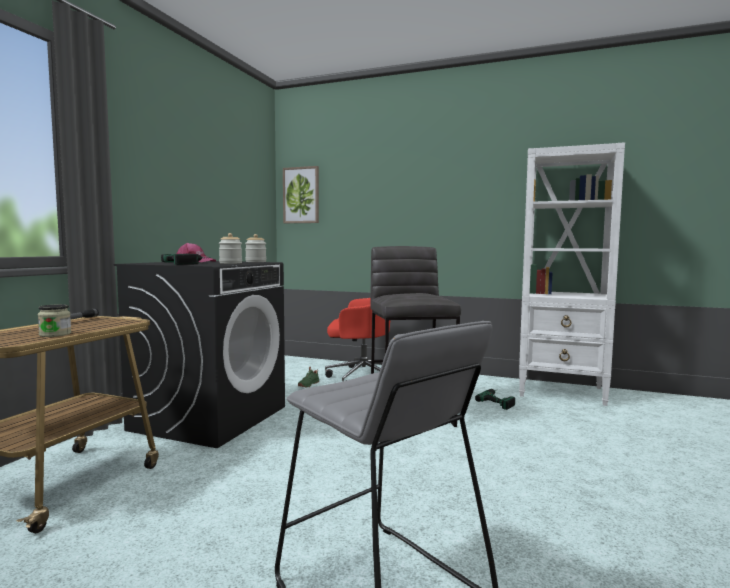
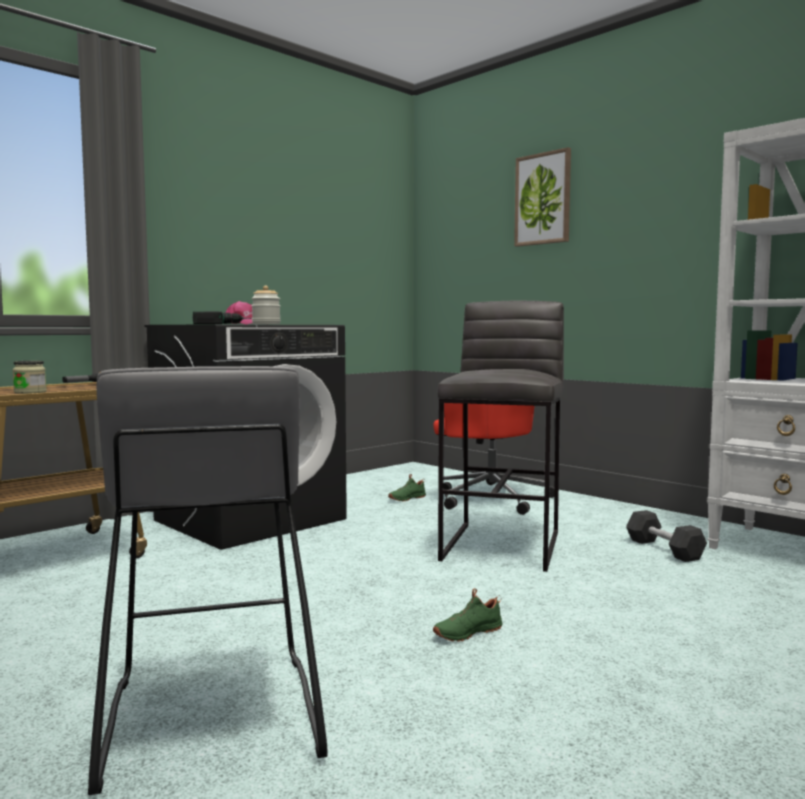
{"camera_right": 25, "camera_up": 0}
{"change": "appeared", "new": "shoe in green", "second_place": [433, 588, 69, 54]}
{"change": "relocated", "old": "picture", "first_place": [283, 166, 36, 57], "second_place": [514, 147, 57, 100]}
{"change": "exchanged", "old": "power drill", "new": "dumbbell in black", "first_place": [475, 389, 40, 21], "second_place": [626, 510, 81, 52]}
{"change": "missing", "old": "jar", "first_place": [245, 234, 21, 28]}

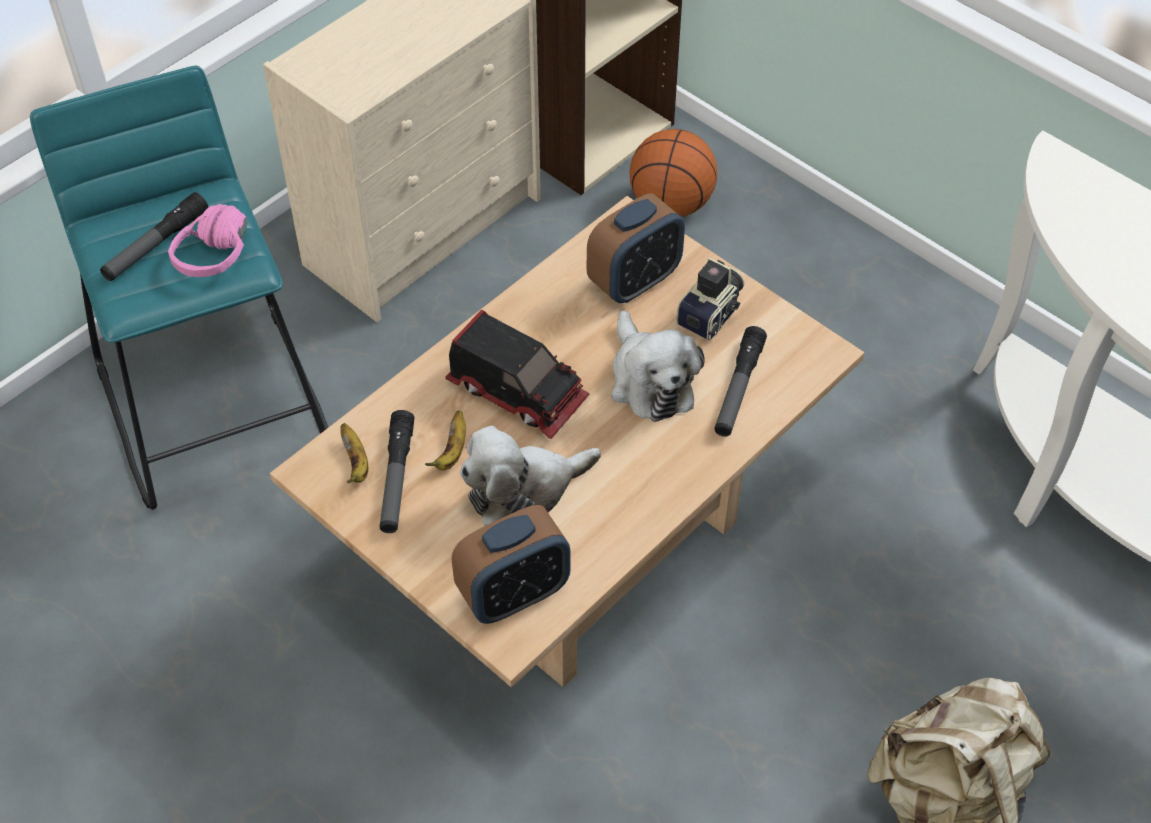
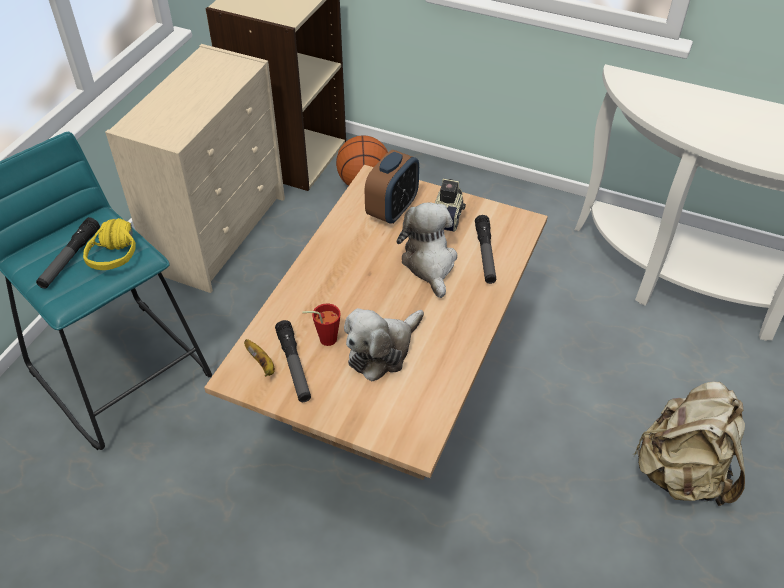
{"camera_right": -20, "camera_up": -5}
{"change": "colour", "old": "headphones in pink", "new": "headphones in yellow", "first_place": [168, 204, 79, 73], "second_place": [83, 218, 53, 52]}
{"change": "exchanged", "old": "banana", "new": "cup in red", "first_place": [425, 411, 41, 59], "second_place": [302, 303, 39, 43]}
{"change": "spun", "old": "plush toy", "first_place": [611, 310, 94, 112], "second_place": [397, 202, 60, 96], "degrees": -150}
{"change": "missing", "old": "toy truck", "first_place": [445, 309, 145, 130]}
{"change": "missing", "old": "alarm clock", "first_place": [452, 505, 119, 119]}

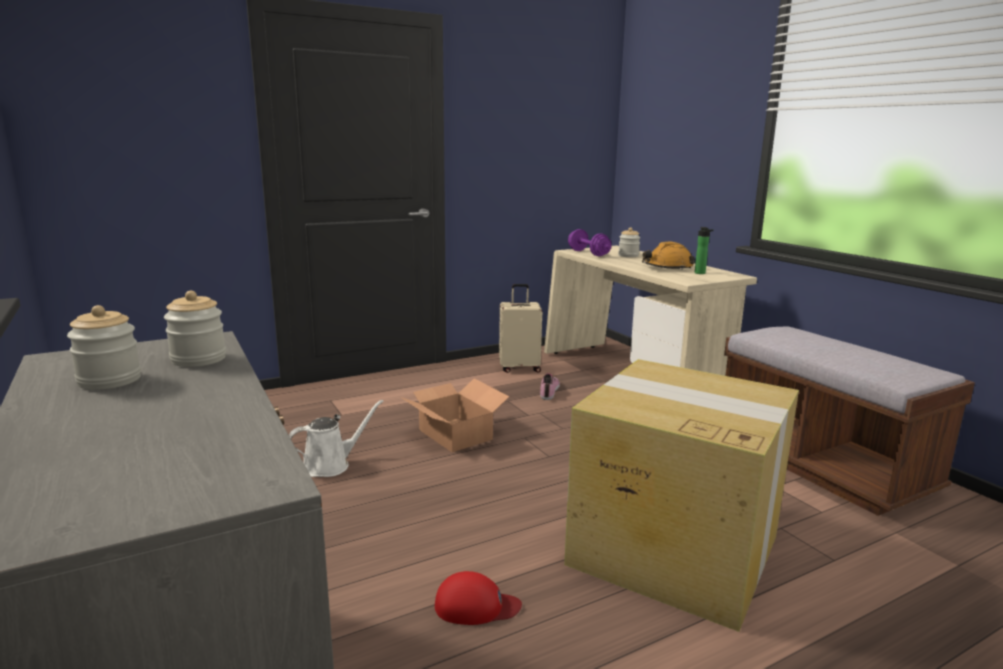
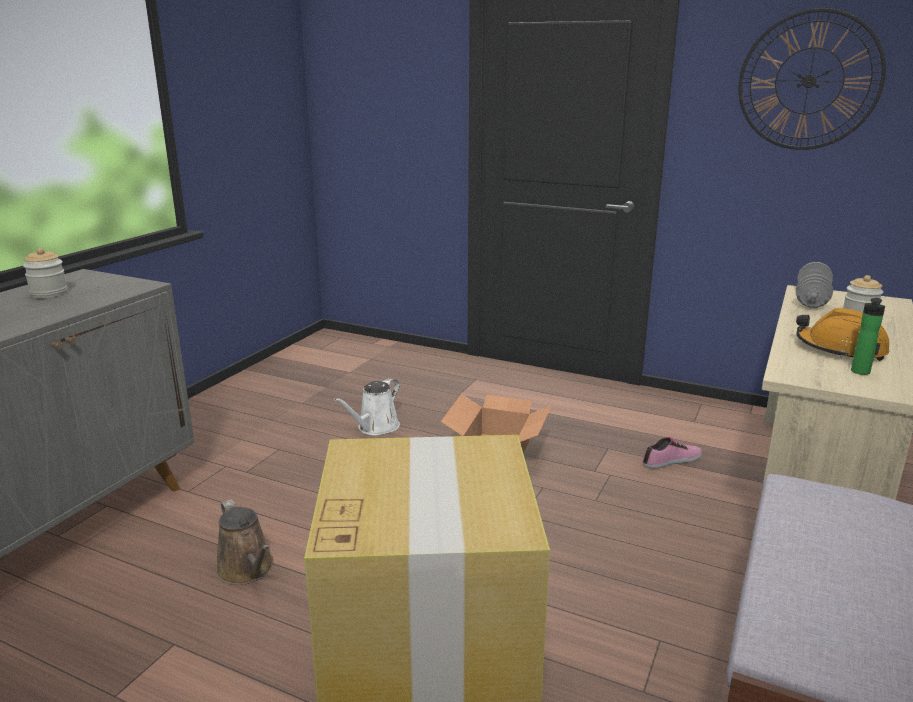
{"camera_right": 55, "camera_up": 5}
{"change": "exchanged", "old": "cap in red", "new": "watering can in brown", "first_place": [435, 571, 87, 54], "second_place": [216, 499, 57, 86]}
{"change": "spun", "old": "watering can in white", "first_place": [289, 400, 95, 77], "second_place": [334, 378, 66, 57], "degrees": 105}
{"change": "appeared", "new": "wall clock", "second_place": [738, 8, 148, 142]}
{"change": "colour", "old": "dumbbell in purple", "new": "dumbbell in grey", "first_place": [568, 229, 44, 27], "second_place": [796, 262, 37, 46]}
{"change": "missing", "old": "jar", "first_place": [164, 291, 62, 76]}
{"change": "missing", "old": "suitcase in beige", "first_place": [499, 284, 43, 89]}

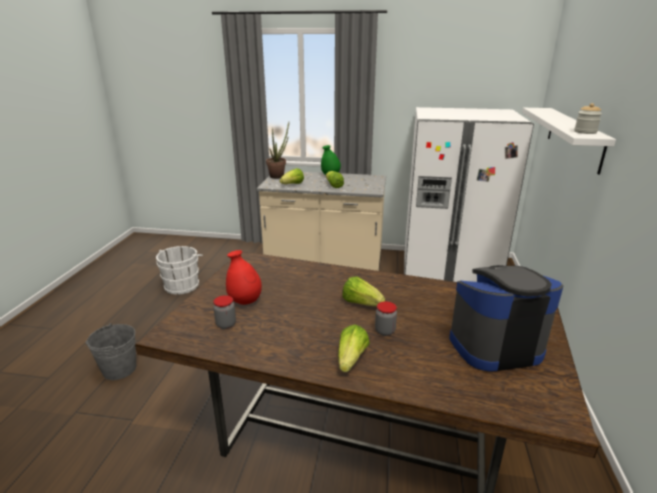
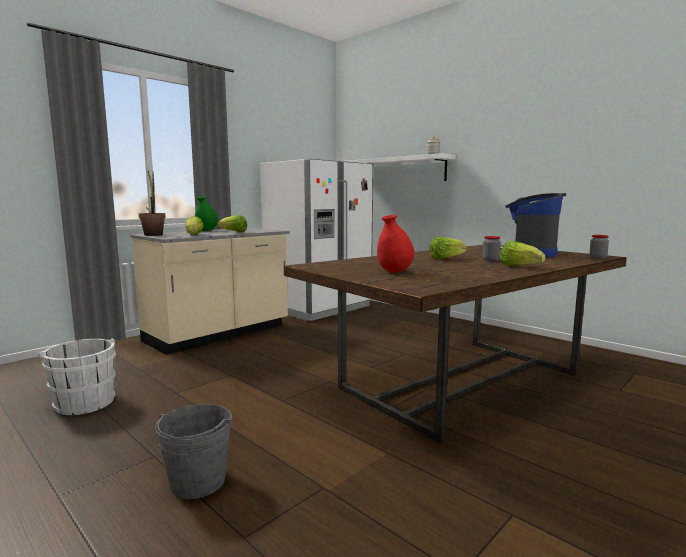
{"camera_right": -55, "camera_up": -15}
{"change": "relocated", "old": "jar", "first_place": [213, 295, 23, 34], "second_place": [589, 235, 20, 24]}

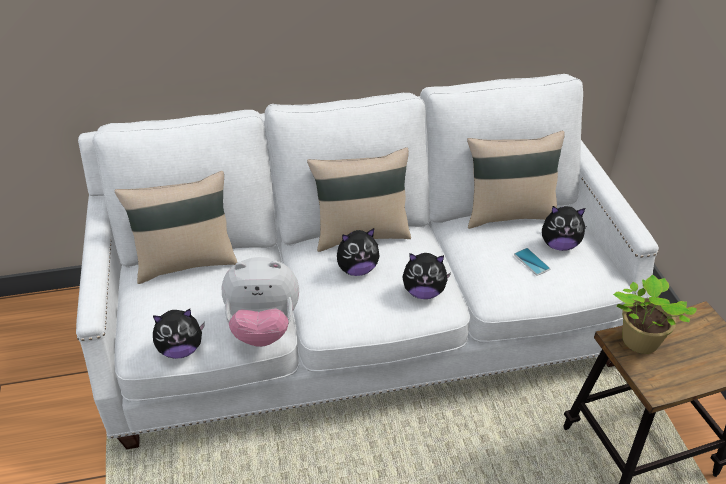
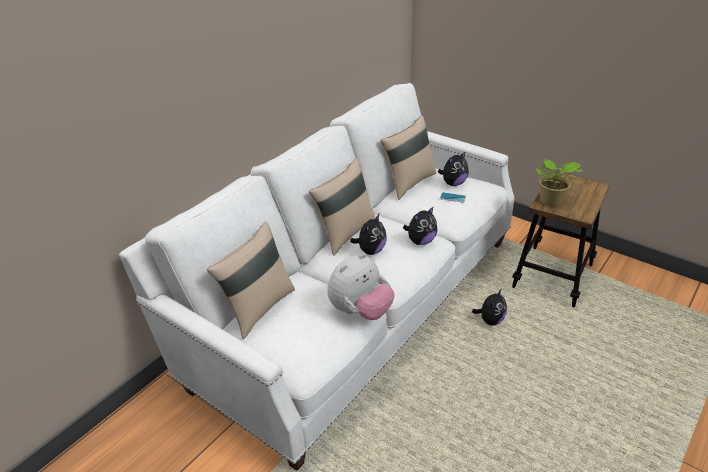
{"camera_right": -40, "camera_up": -5}
{"change": "relocated", "old": "plush toy", "first_place": [153, 309, 52, 50], "second_place": [472, 288, 35, 37]}

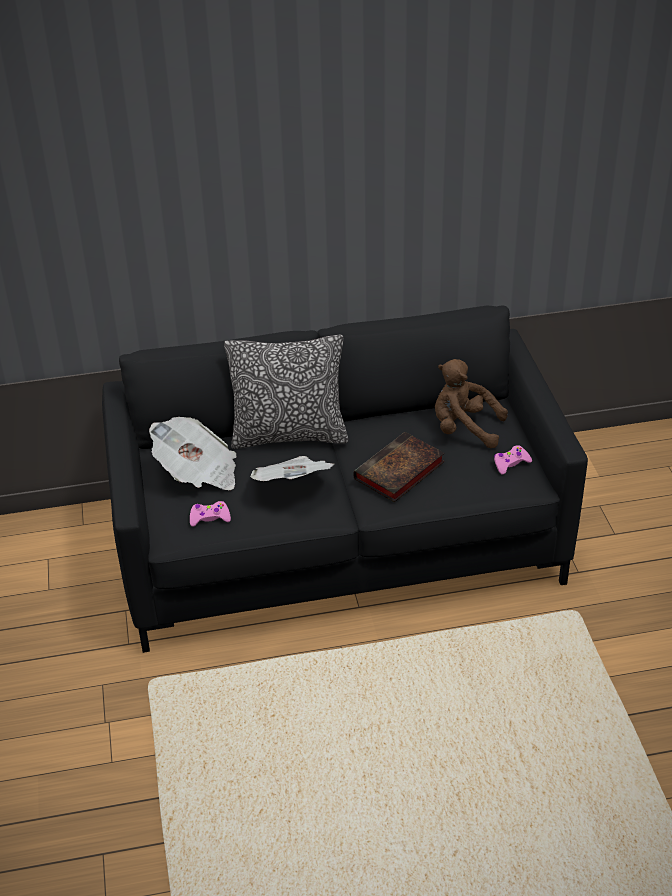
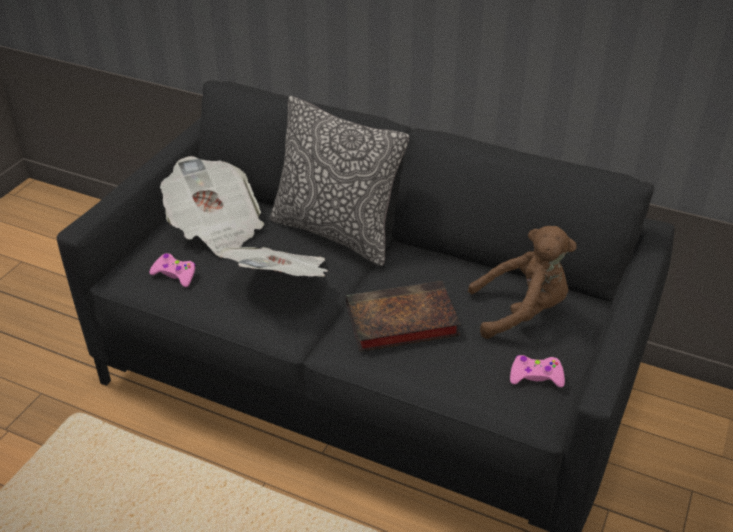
{"camera_right": 35, "camera_up": 0}
{"change": "spun", "old": "plush toy in brown", "first_place": [435, 359, 73, 89], "second_place": [468, 226, 109, 113], "degrees": 120}

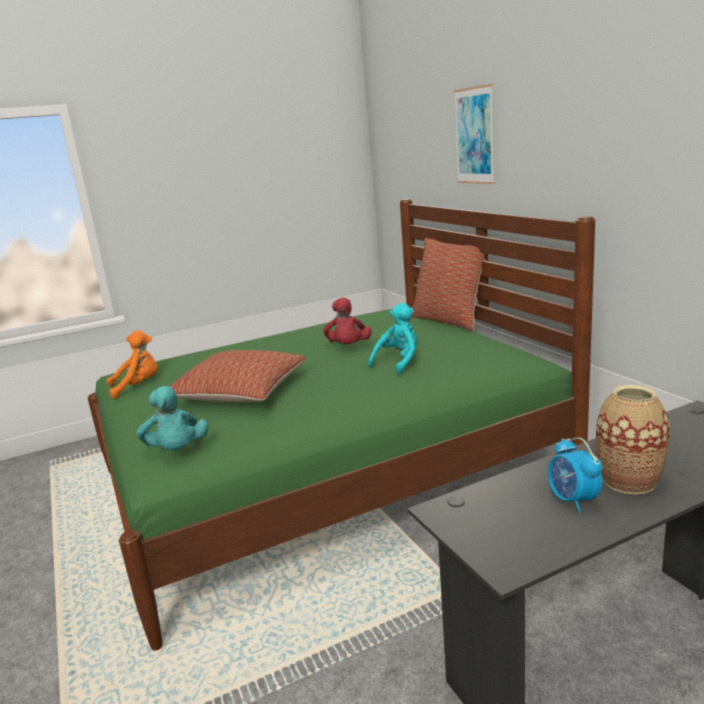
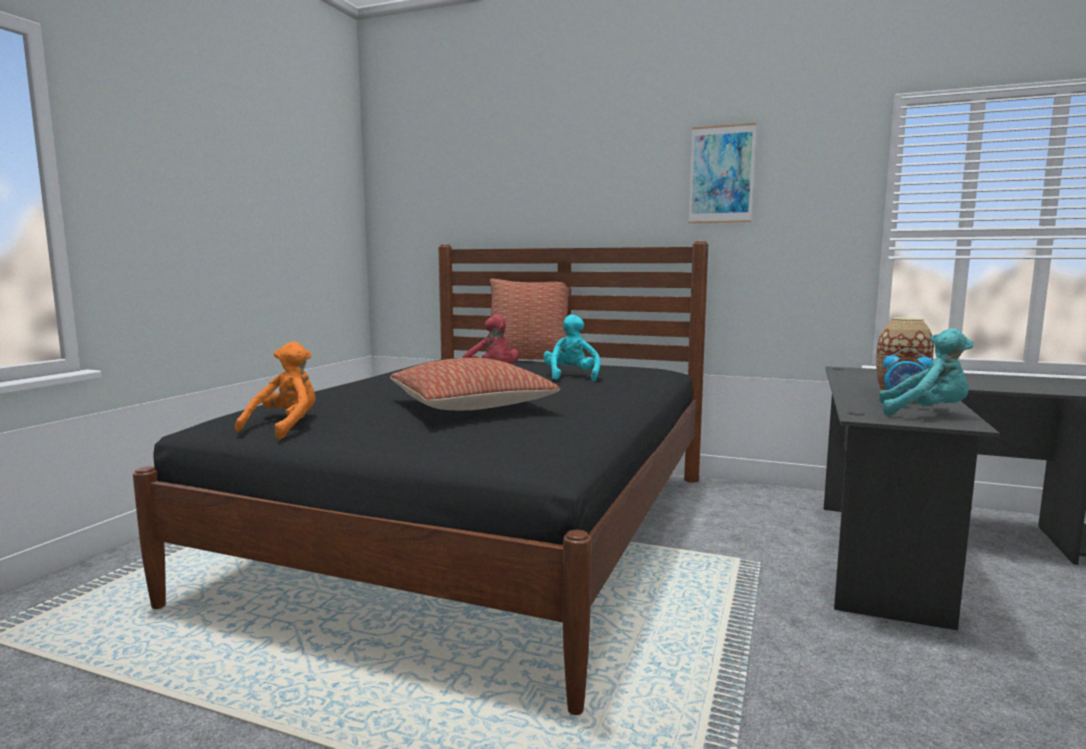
{"camera_right": -45, "camera_up": -10}
{"change": "colour", "old": "bed in green", "new": "bed in black", "first_place": [88, 199, 507, 452], "second_place": [133, 241, 575, 474]}
{"change": "relocated", "old": "picture", "first_place": [454, 84, 40, 100], "second_place": [688, 123, 68, 101]}
{"change": "relocated", "old": "plush toy in turquoise", "first_place": [136, 386, 73, 64], "second_place": [879, 328, 95, 88]}

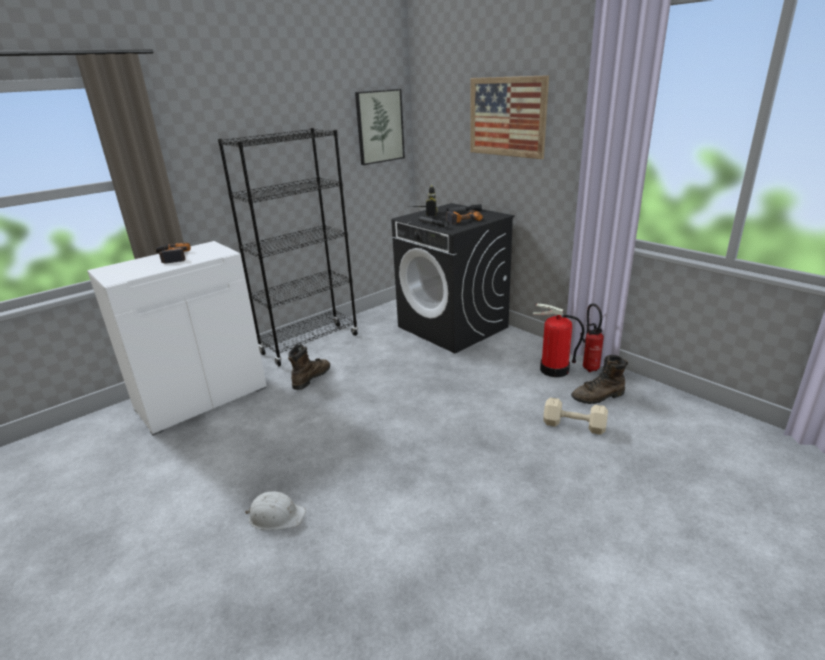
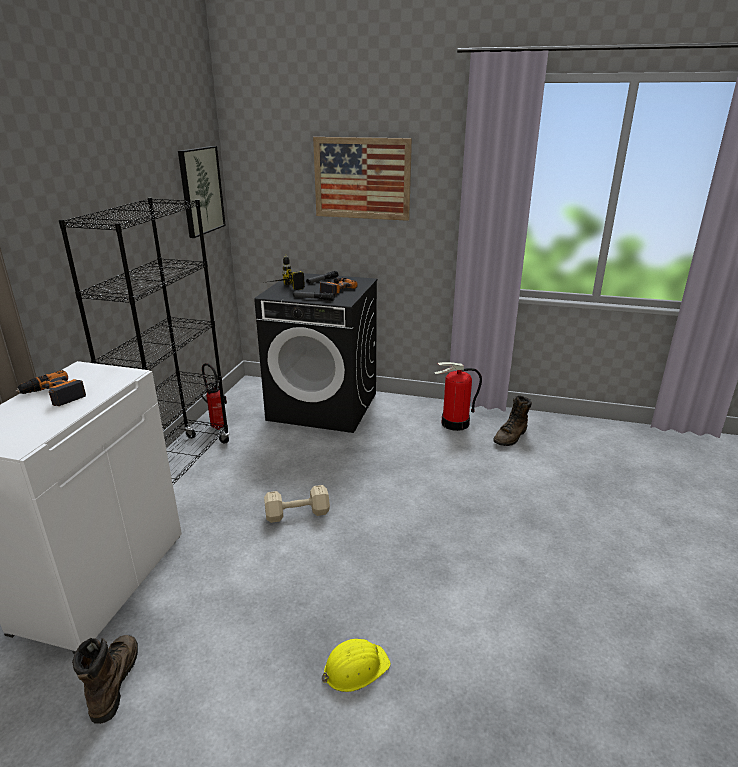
{"camera_right": -35, "camera_up": 0}
{"change": "relocated", "old": "boot in brown", "first_place": [288, 344, 42, 46], "second_place": [72, 635, 66, 89]}
{"change": "relocated", "old": "fire extinguisher", "first_place": [581, 303, 23, 69], "second_place": [201, 363, 26, 67]}
{"change": "relocated", "old": "dumbbell in beige", "first_place": [543, 397, 65, 38], "second_place": [264, 485, 66, 38]}
{"change": "colour", "old": "hard hat in white", "new": "hard hat in yellow", "first_place": [245, 491, 61, 39], "second_place": [322, 639, 69, 53]}

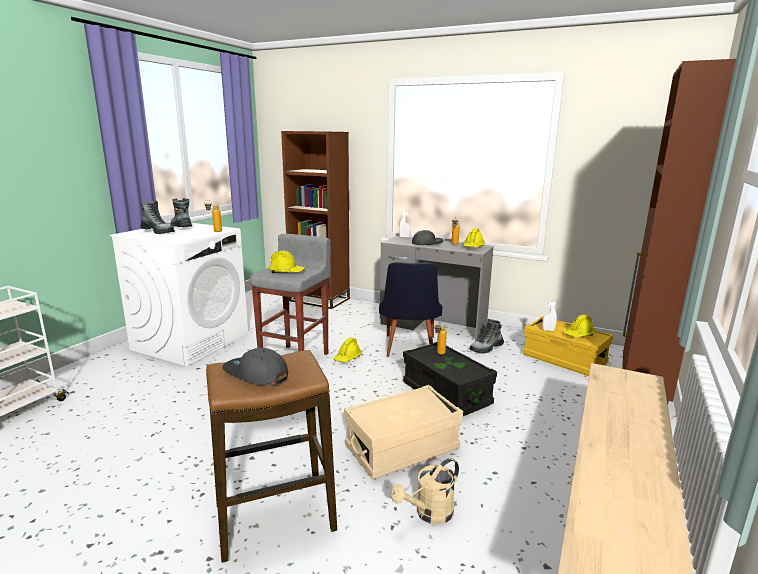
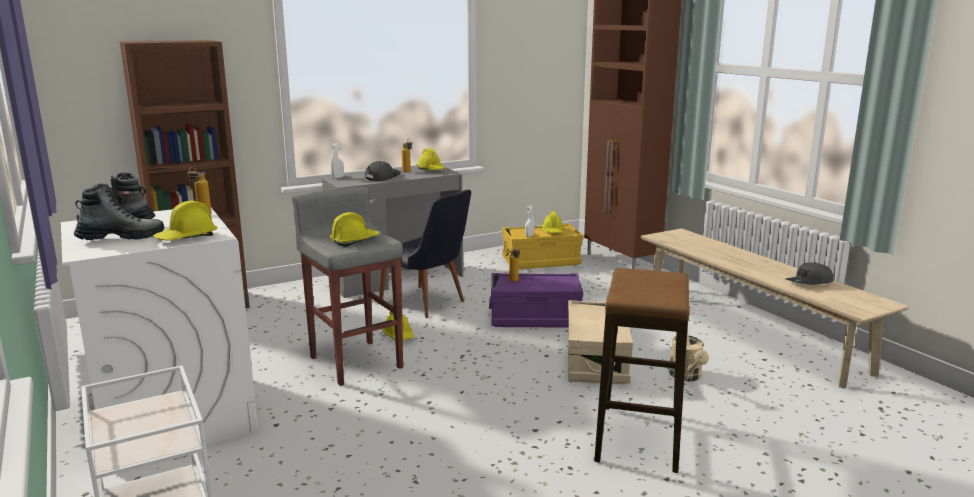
{"camera_right": -55, "camera_up": 0}
{"change": "appeared", "new": "hard hat in yellow", "second_place": [153, 201, 64, 40]}
{"change": "colour", "old": "storage box in black", "new": "storage box in purple", "first_place": [403, 342, 94, 74], "second_place": [489, 273, 94, 55]}
{"change": "relocated", "old": "cap in grey", "first_place": [223, 348, 65, 37], "second_place": [786, 262, 47, 23]}
{"change": "missing", "old": "boot", "first_place": [470, 319, 34, 34]}

